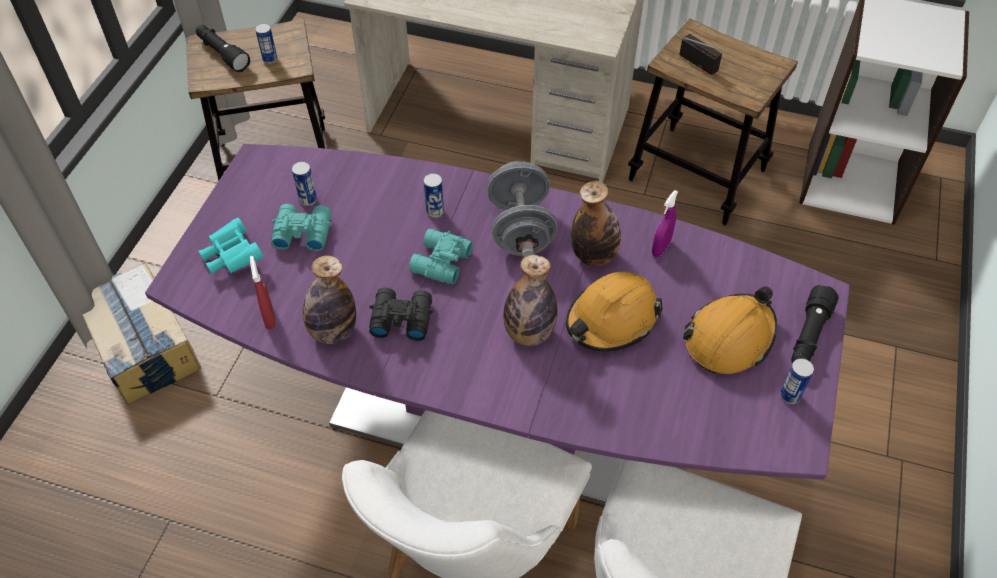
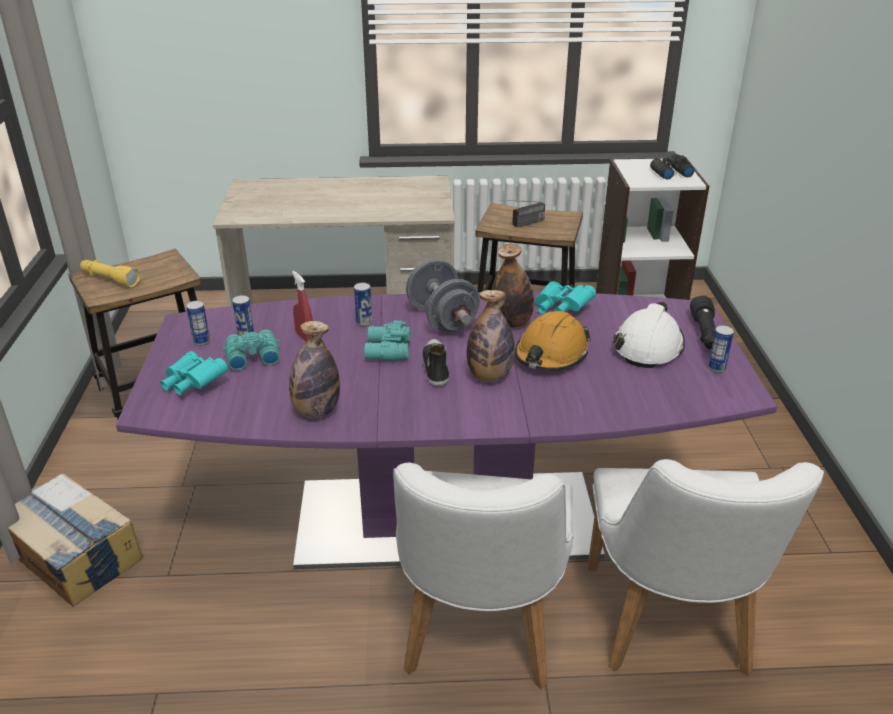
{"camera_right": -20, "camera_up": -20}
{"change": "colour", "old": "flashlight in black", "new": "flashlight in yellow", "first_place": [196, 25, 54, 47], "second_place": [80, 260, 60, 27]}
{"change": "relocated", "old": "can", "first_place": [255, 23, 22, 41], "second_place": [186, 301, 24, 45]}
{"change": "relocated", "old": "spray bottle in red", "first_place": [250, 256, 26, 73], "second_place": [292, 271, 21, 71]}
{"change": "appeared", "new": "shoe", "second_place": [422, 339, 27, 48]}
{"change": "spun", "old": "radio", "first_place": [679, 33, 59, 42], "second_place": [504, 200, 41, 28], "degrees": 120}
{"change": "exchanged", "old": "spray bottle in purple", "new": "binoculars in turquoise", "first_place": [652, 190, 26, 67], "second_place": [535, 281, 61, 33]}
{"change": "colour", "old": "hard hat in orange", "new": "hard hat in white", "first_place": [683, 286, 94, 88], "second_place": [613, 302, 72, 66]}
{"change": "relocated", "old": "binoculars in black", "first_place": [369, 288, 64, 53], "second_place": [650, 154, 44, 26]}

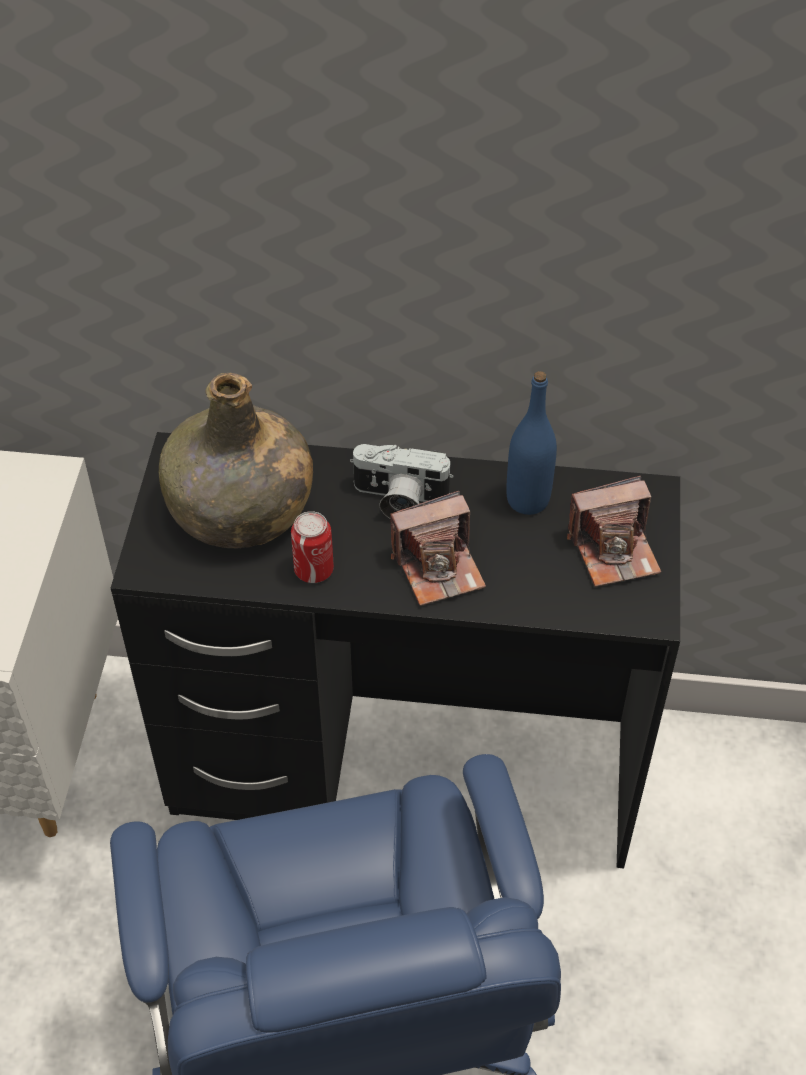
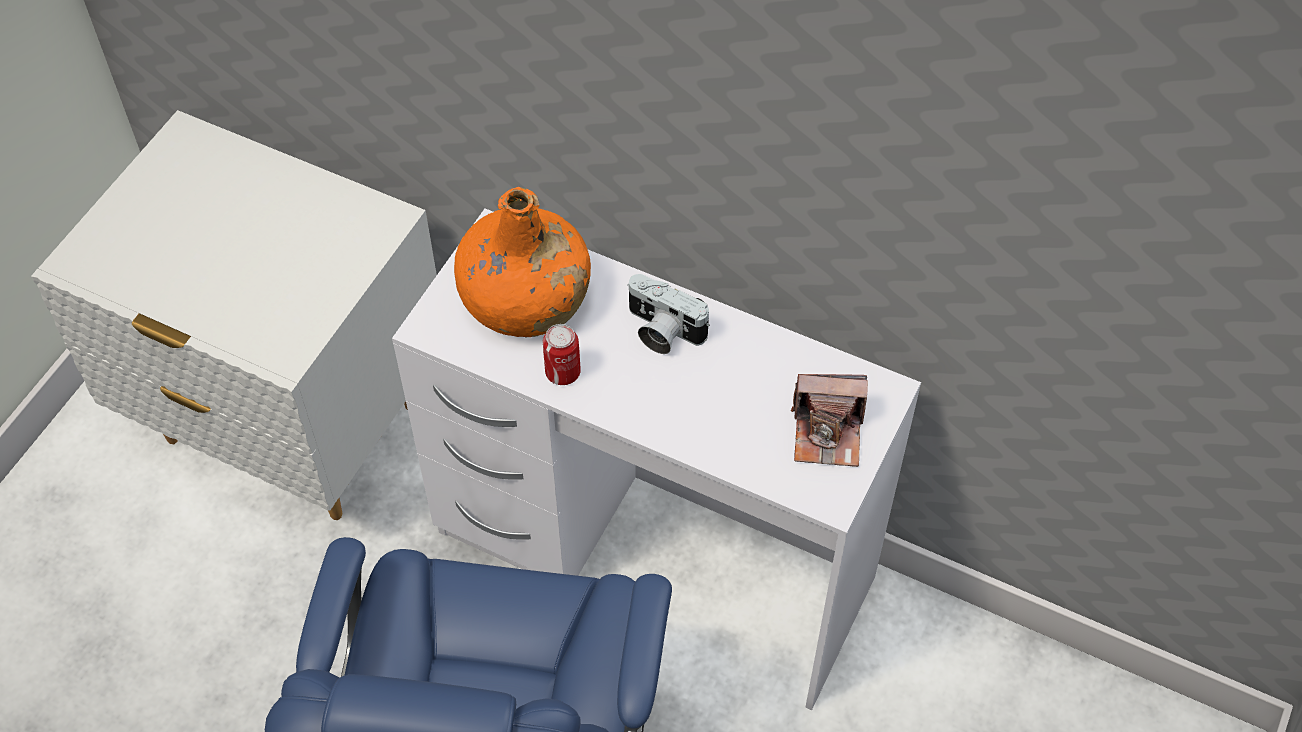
{"camera_right": 20, "camera_up": 5}
{"change": "colour", "old": "desk in black", "new": "desk in white", "first_place": [111, 432, 569, 436], "second_place": [392, 209, 529, 501]}
{"change": "colour", "old": "bottle in green", "new": "bottle in orange", "first_place": [159, 373, 154, 175], "second_place": [454, 187, 137, 150]}
{"change": "missing", "old": "photo camera", "first_place": [390, 491, 96, 115]}
{"change": "missing", "old": "bottle in blue", "first_place": [506, 371, 51, 144]}

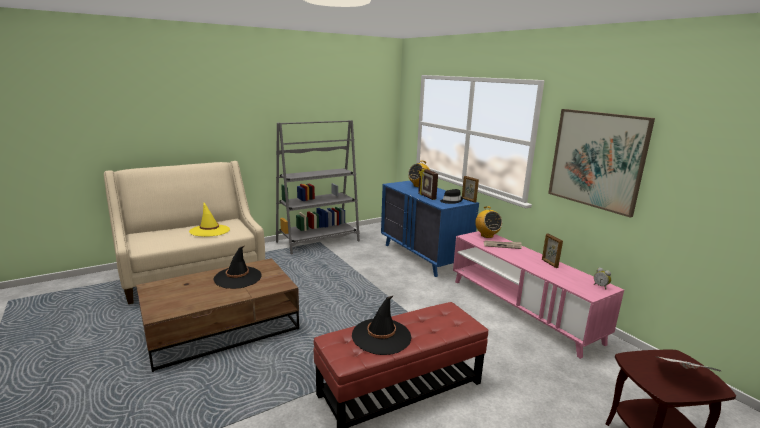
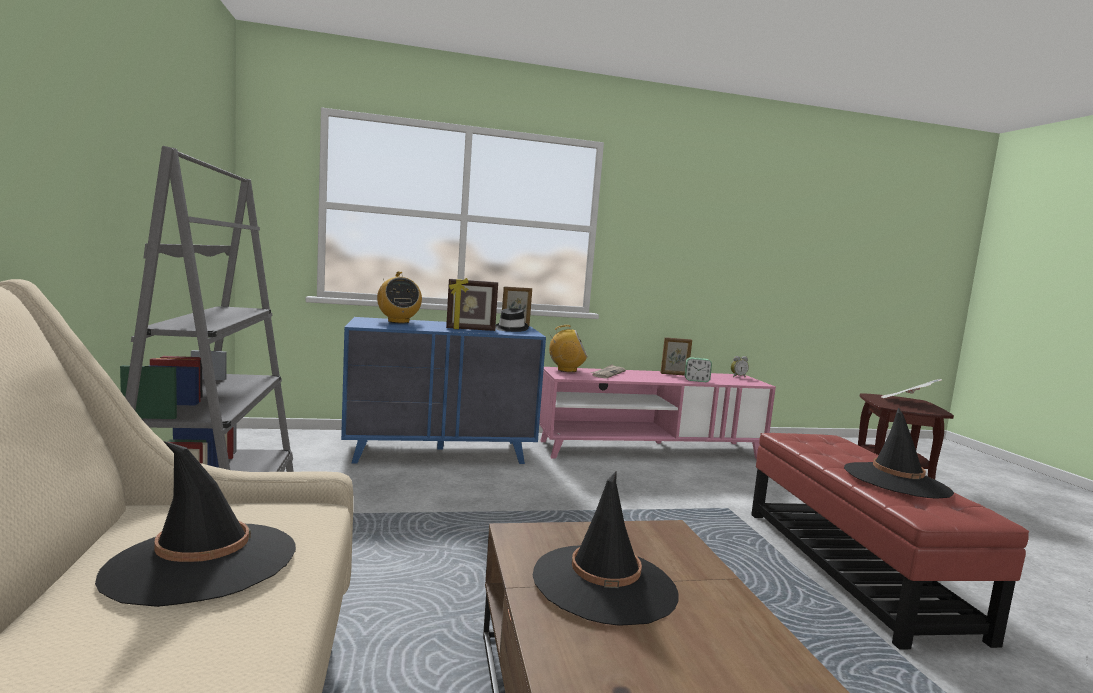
{"camera_right": -70, "camera_up": -10}
{"change": "colour", "old": "hat in yellow", "new": "hat in black", "first_place": [189, 203, 41, 34], "second_place": [95, 441, 201, 166]}
{"change": "appeared", "new": "alarm clock", "second_place": [685, 357, 27, 25]}
{"change": "missing", "old": "picture", "first_place": [548, 109, 107, 109]}

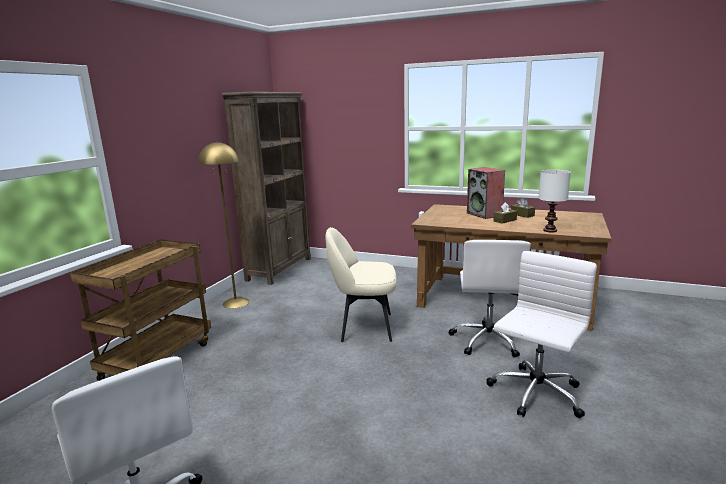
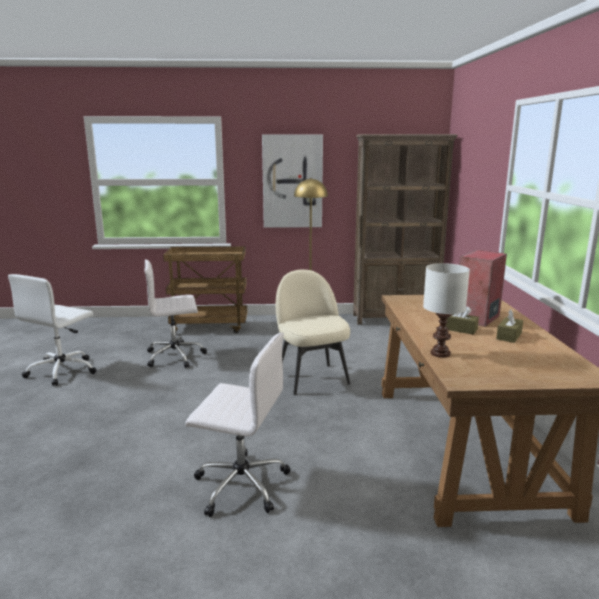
{"camera_right": 65, "camera_up": 0}
{"change": "relocated", "old": "office chair in white", "first_place": [448, 240, 83, 118], "second_place": [144, 259, 63, 109]}
{"change": "appeared", "new": "picture", "second_place": [262, 134, 61, 94]}

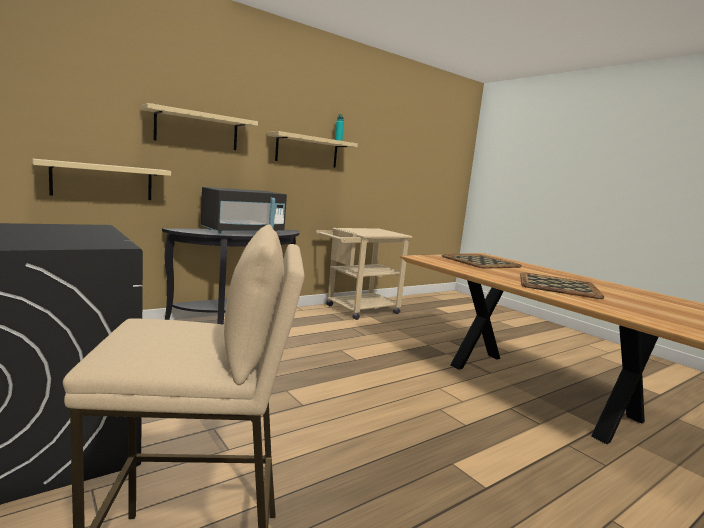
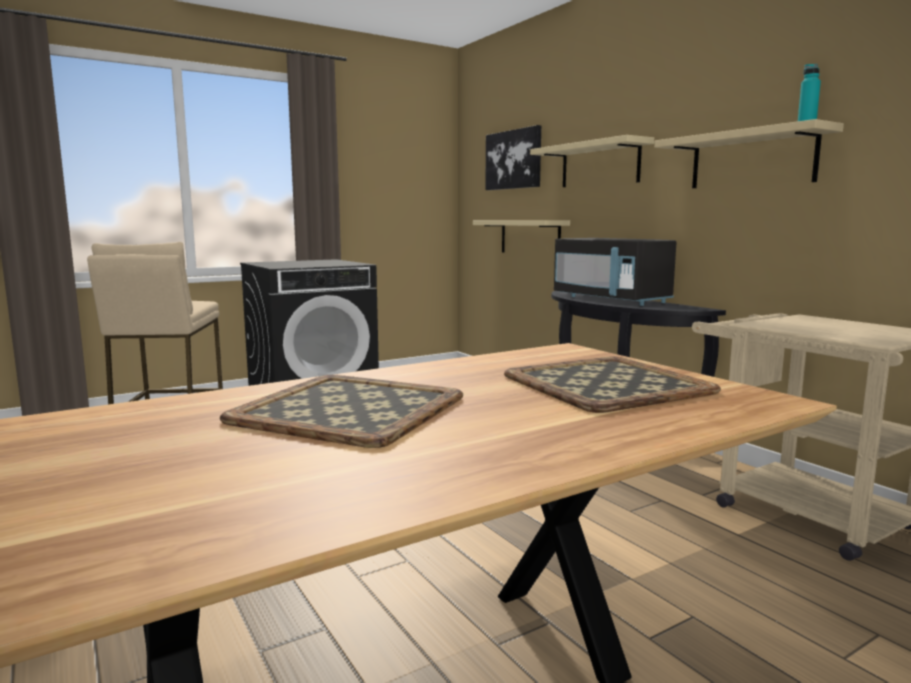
{"camera_right": 95, "camera_up": 0}
{"change": "appeared", "new": "picture", "second_place": [485, 125, 56, 65]}

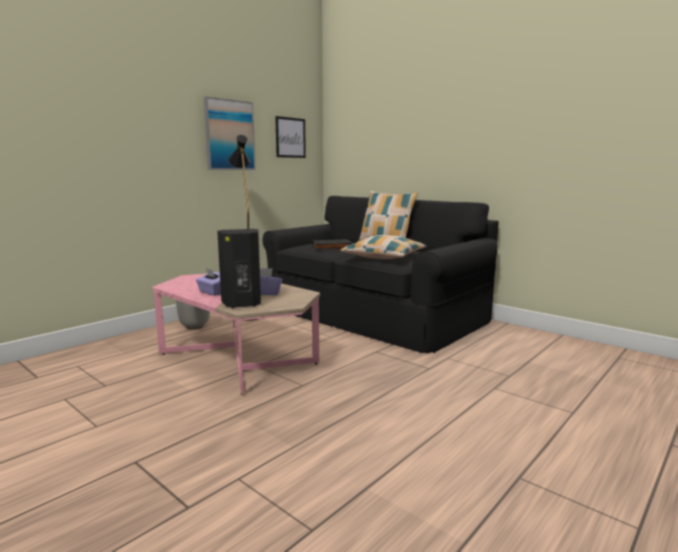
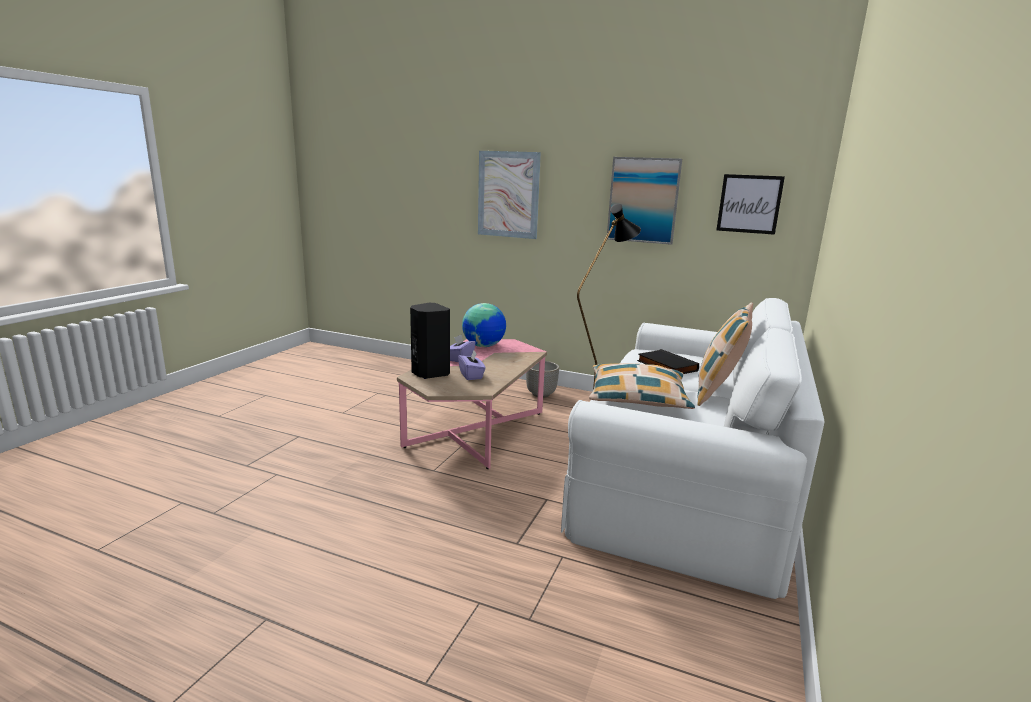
{"camera_right": 70, "camera_up": 5}
{"change": "appeared", "new": "globe", "second_place": [462, 303, 44, 44]}
{"change": "appeared", "new": "picture", "second_place": [478, 151, 63, 88]}
{"change": "colour", "old": "sofa in black", "new": "sofa in white", "first_place": [263, 196, 236, 157], "second_place": [561, 298, 264, 301]}

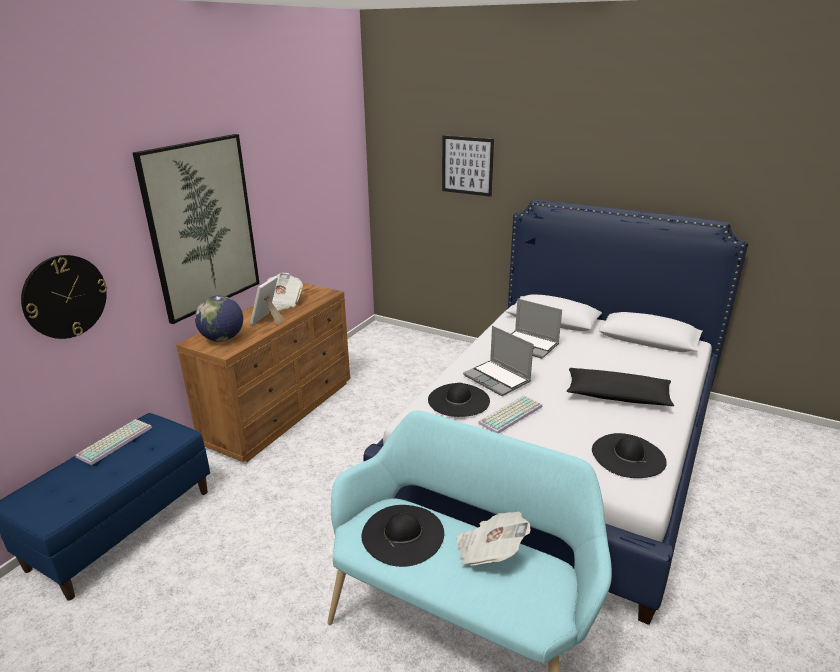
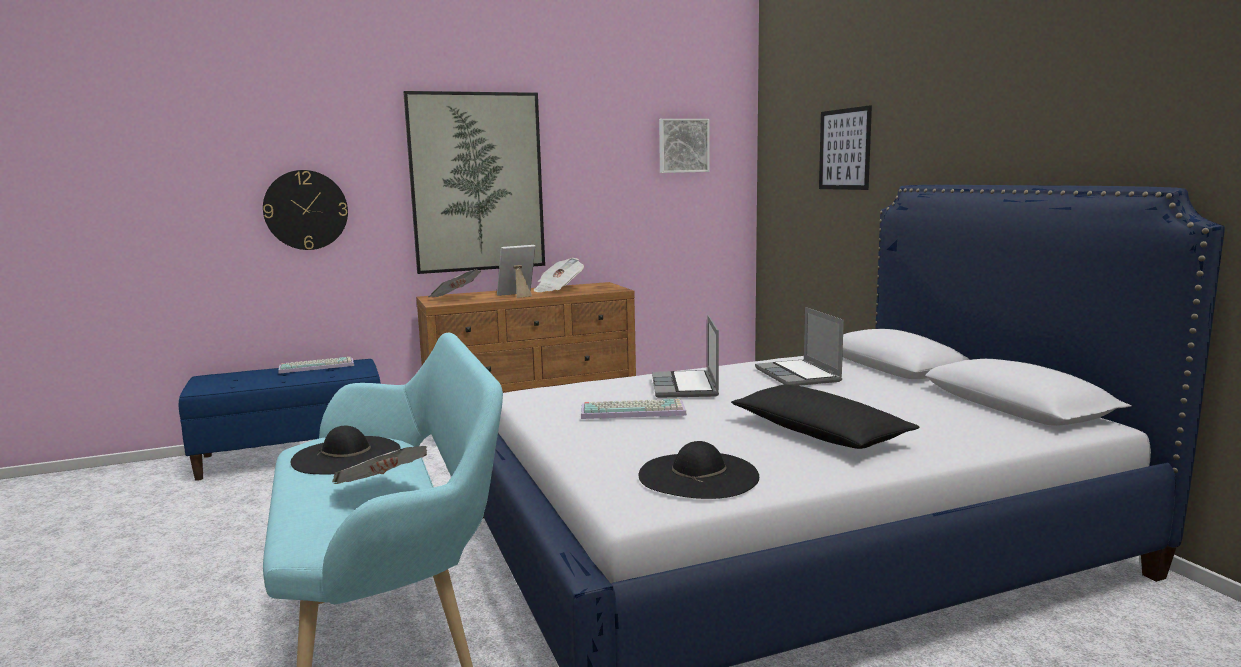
{"camera_right": 40, "camera_up": -15}
{"change": "exchanged", "old": "globe", "new": "newspaper", "first_place": [195, 296, 48, 46], "second_place": [428, 269, 53, 28]}
{"change": "appeared", "new": "picture", "second_place": [659, 119, 50, 54]}
{"change": "missing", "old": "hat in black", "first_place": [428, 383, 62, 34]}

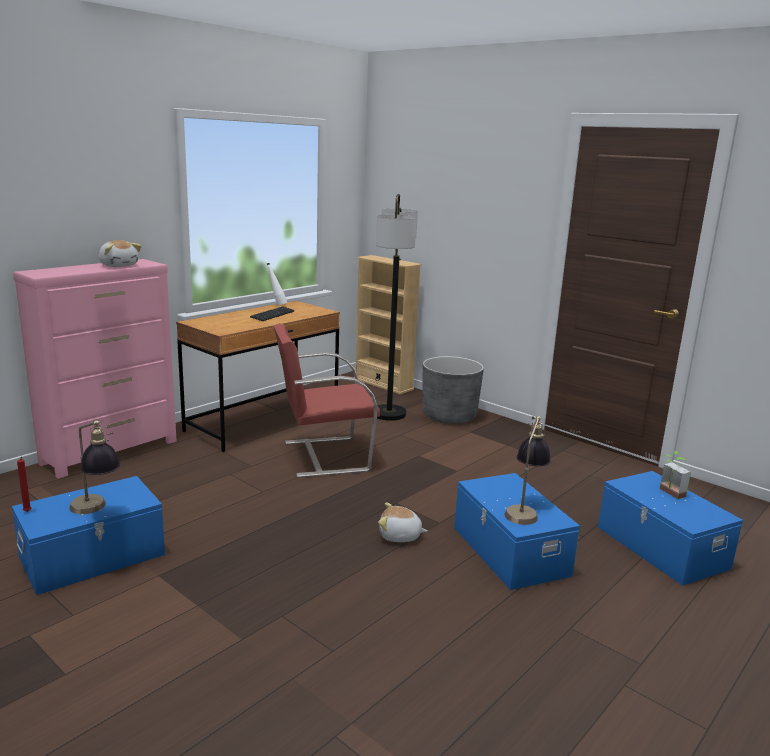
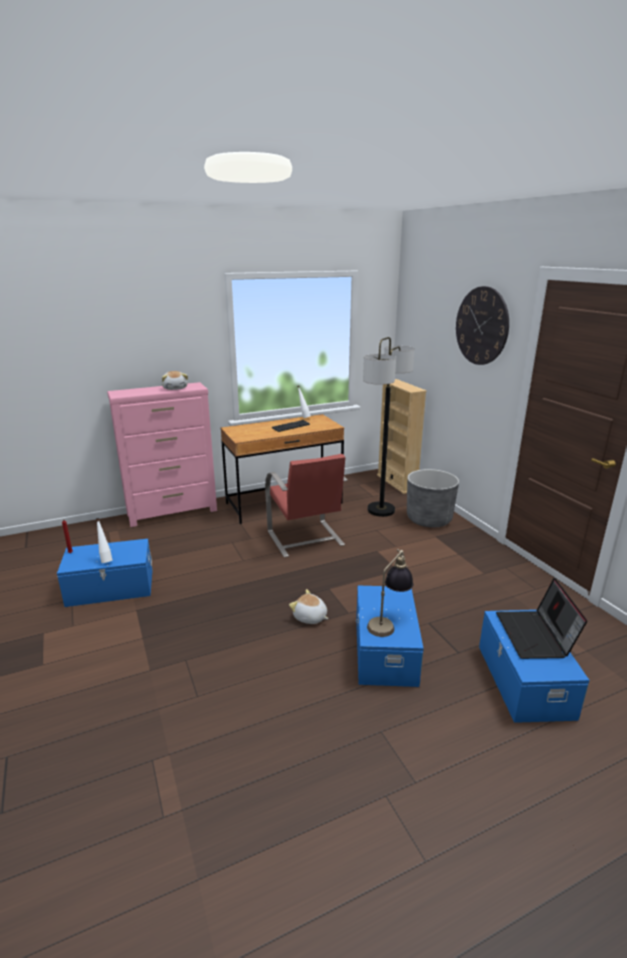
{"camera_right": 25, "camera_up": 5}
{"change": "exchanged", "old": "table lamp", "new": "bottle in white", "first_place": [69, 419, 51, 95], "second_place": [96, 518, 17, 45]}
{"change": "spun", "old": "chair in red", "first_place": [274, 323, 106, 155], "second_place": [265, 454, 82, 103], "degrees": -120}
{"change": "appeared", "new": "wall clock", "second_place": [456, 286, 53, 79]}
{"change": "exchanged", "old": "potted plant", "new": "laptop", "first_place": [660, 451, 31, 48], "second_place": [496, 578, 91, 81]}

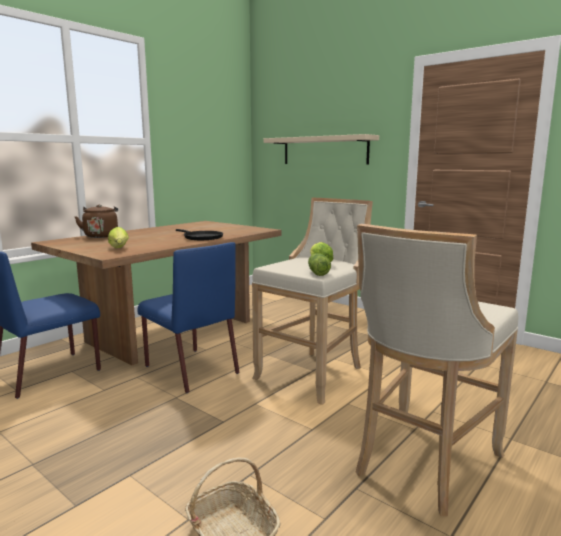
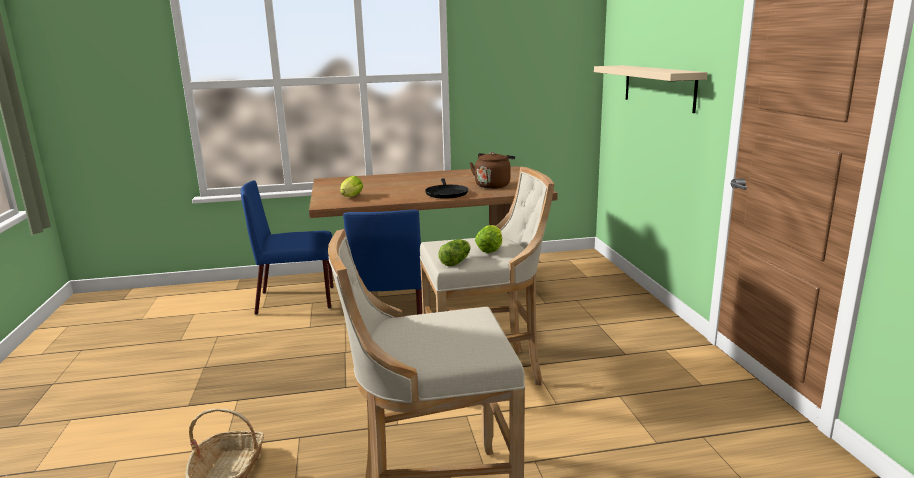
{"camera_right": 40, "camera_up": 5}
{"change": "relocated", "old": "kettle in brown", "first_place": [74, 204, 44, 34], "second_place": [470, 152, 45, 37]}

